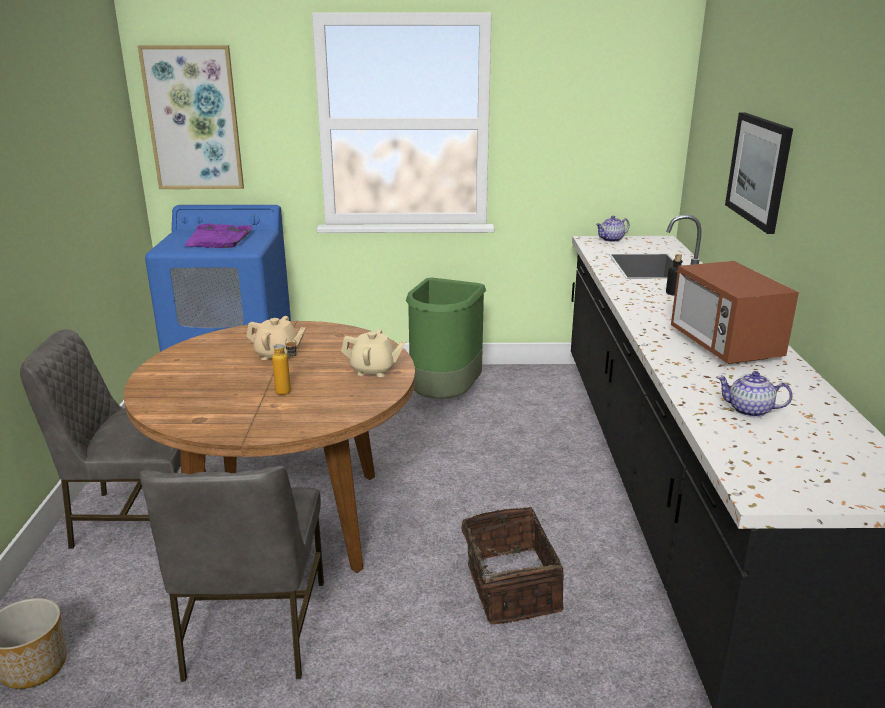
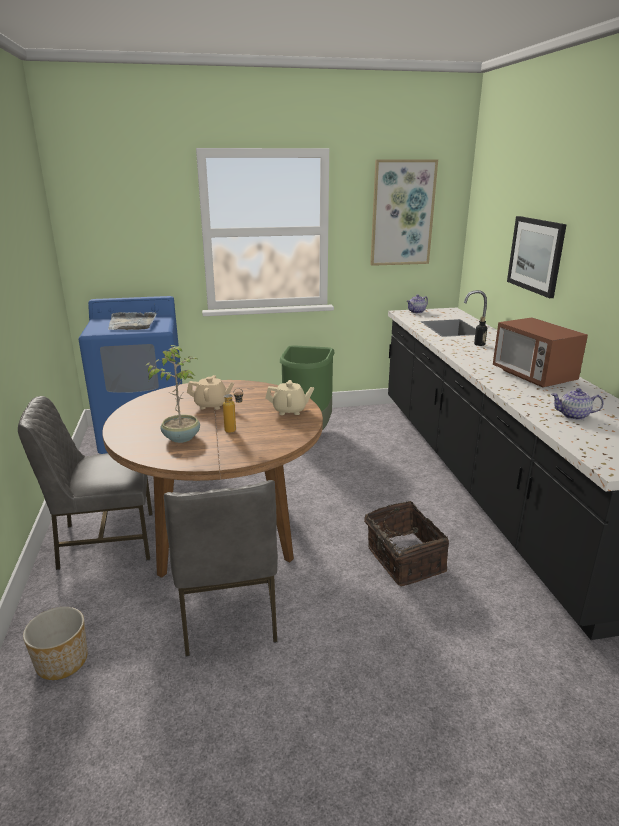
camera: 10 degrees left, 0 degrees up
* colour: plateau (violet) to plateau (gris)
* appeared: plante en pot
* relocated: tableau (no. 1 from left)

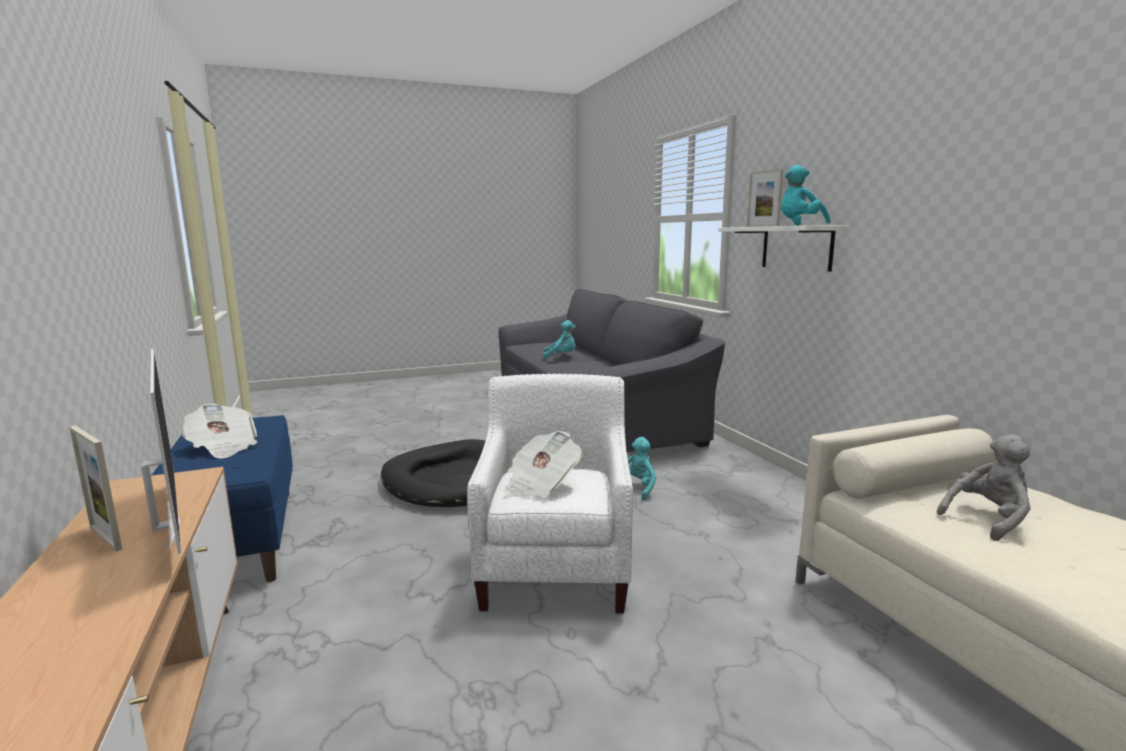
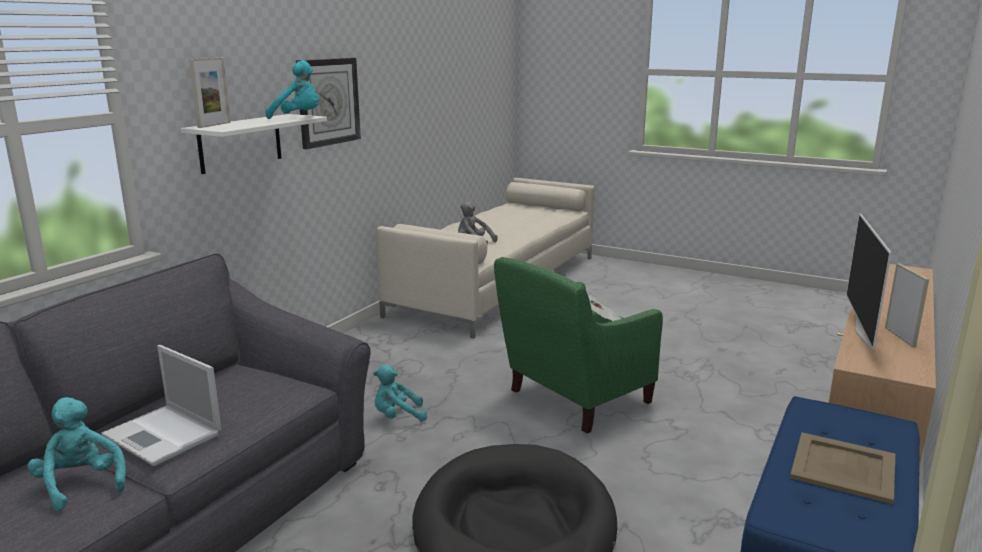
camera: 130 degrees left, 5 degrees up
* appeared: ordinateur portable
* appeared: horloge murale
* colour: fauteuil (blanc) to fauteuil (vert)
* exchanged: journal (no. 1 from left) to plateau (beige)

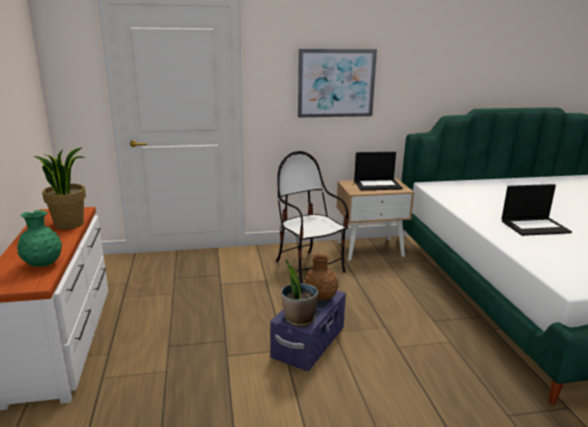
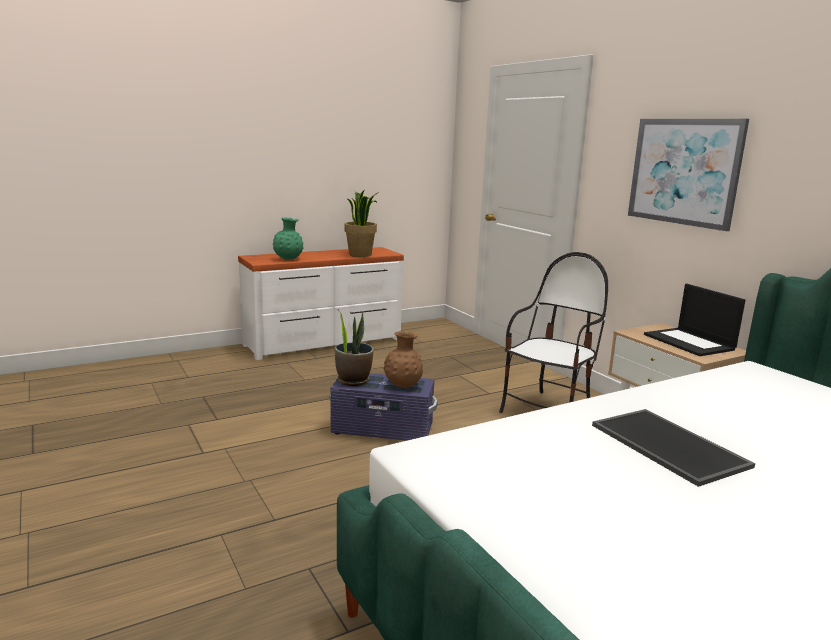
camera: 70 degrees right, 5 degrees down
* exchanged: ordinateur portable (no. 2 from left) to plateau

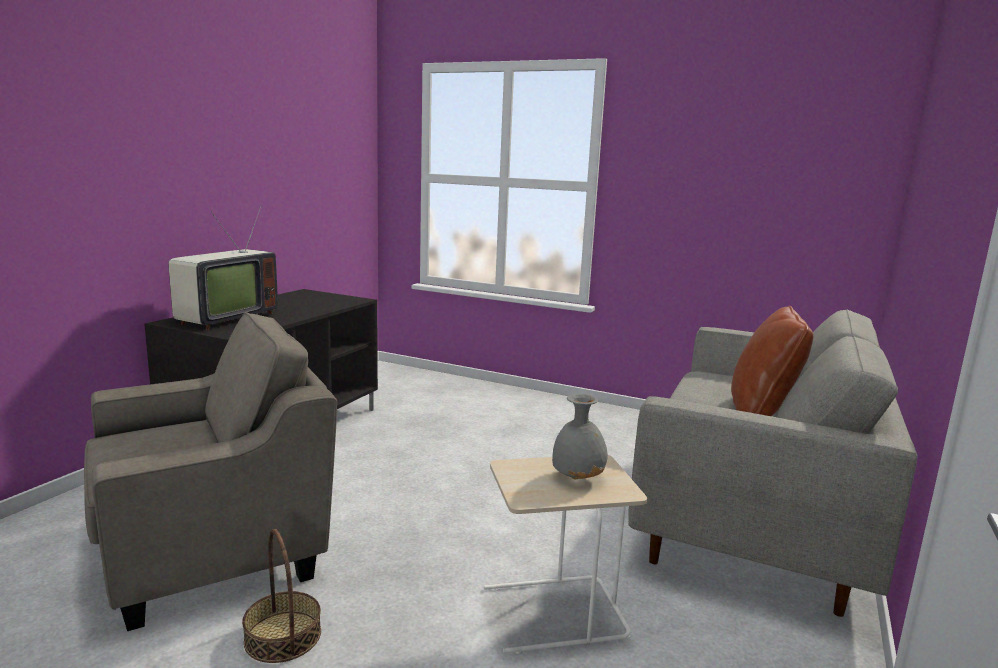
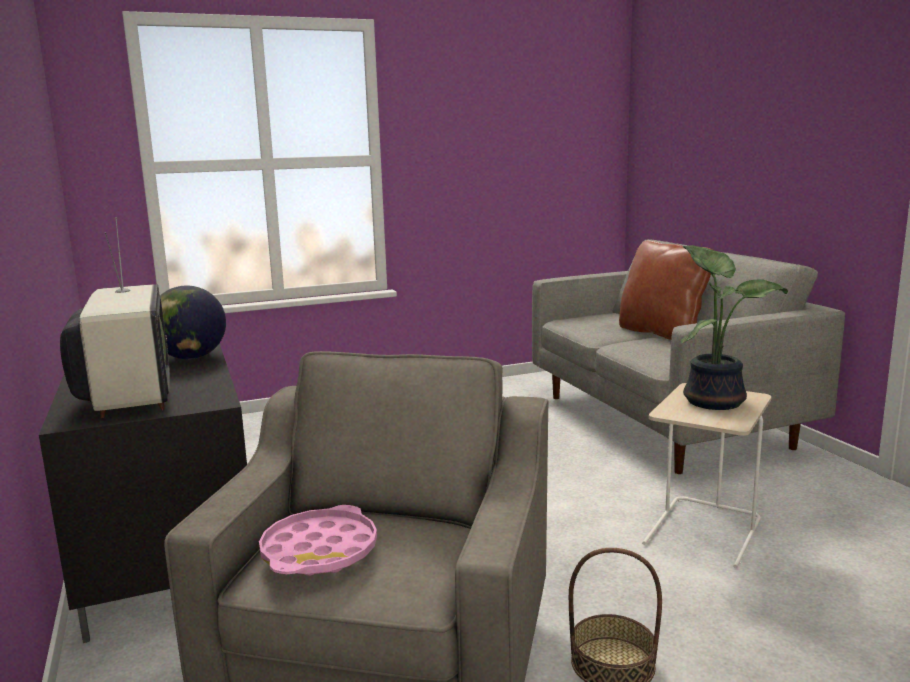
camera: 45 degrees left, 0 degrees up
* appeared: globe
* appeared: plateau (rose)
* exchanged: vase (gris) to plante en pot

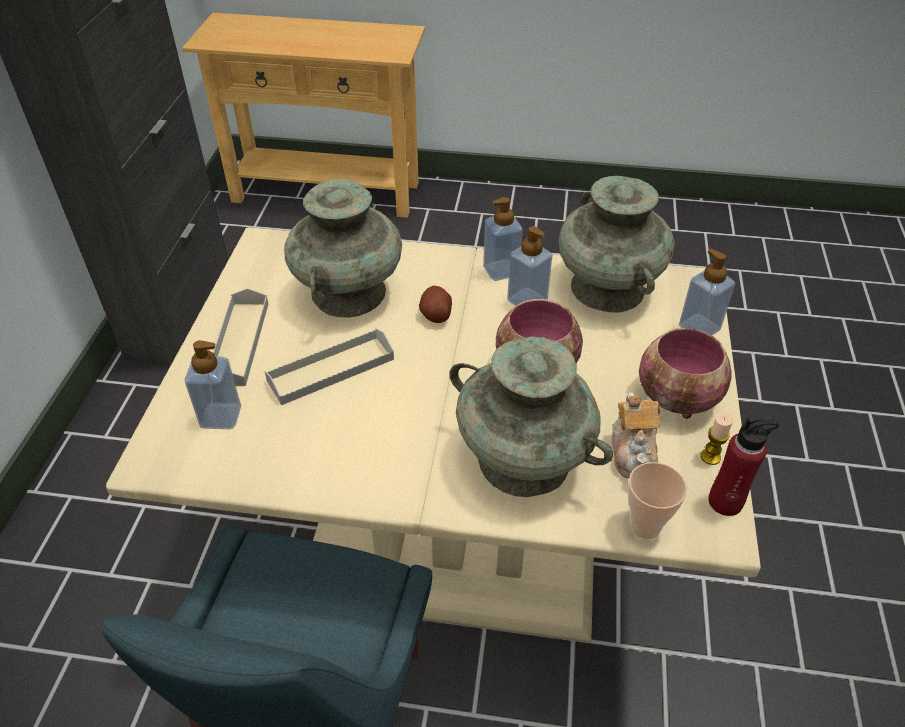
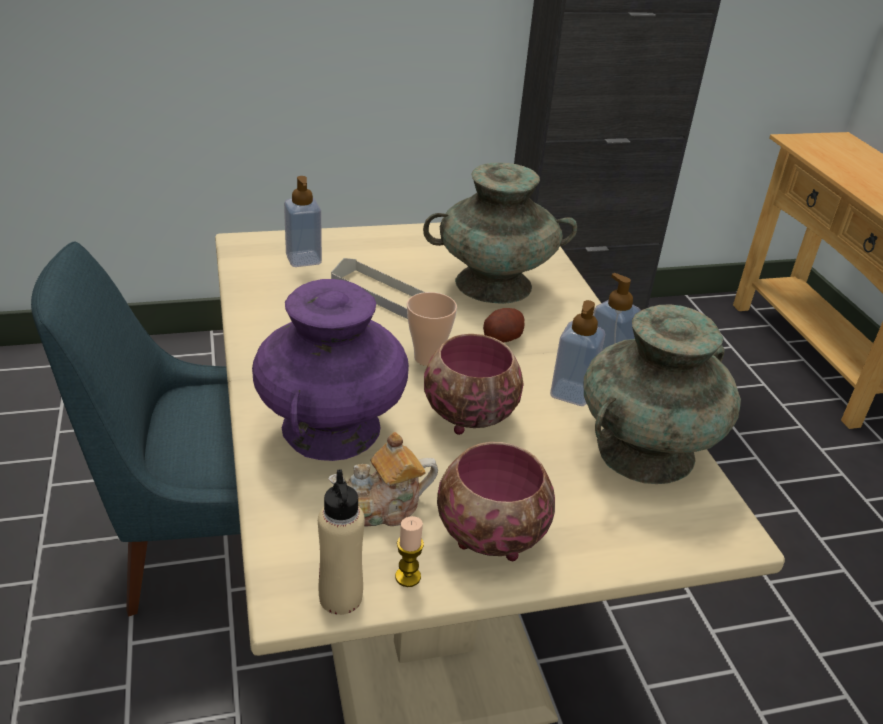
camera: 65 degrees right, 10 degrees down
* colour: vase (turquoise) (no. 2 from left) to vase (violet)
* colour: bouteille (rouge) to bouteille (beige)
* relocated: tasse
* missing: plateau (gris) (no. 1 from left)
* missing: distributeur de savon (no. 4 from left)

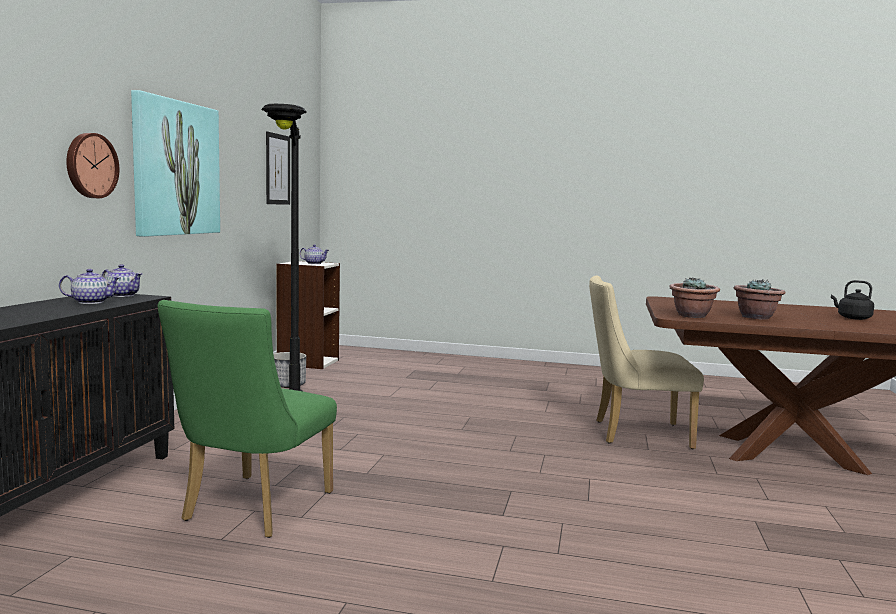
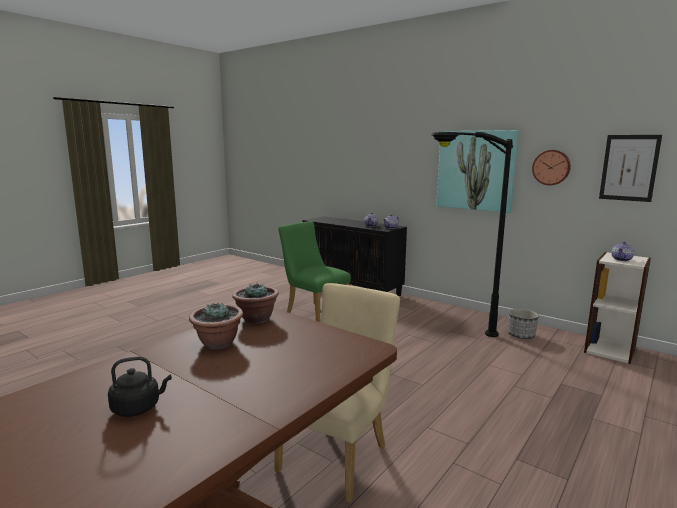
camera: 115 degrees right, 5 degrees up
* relocated: horloge murale

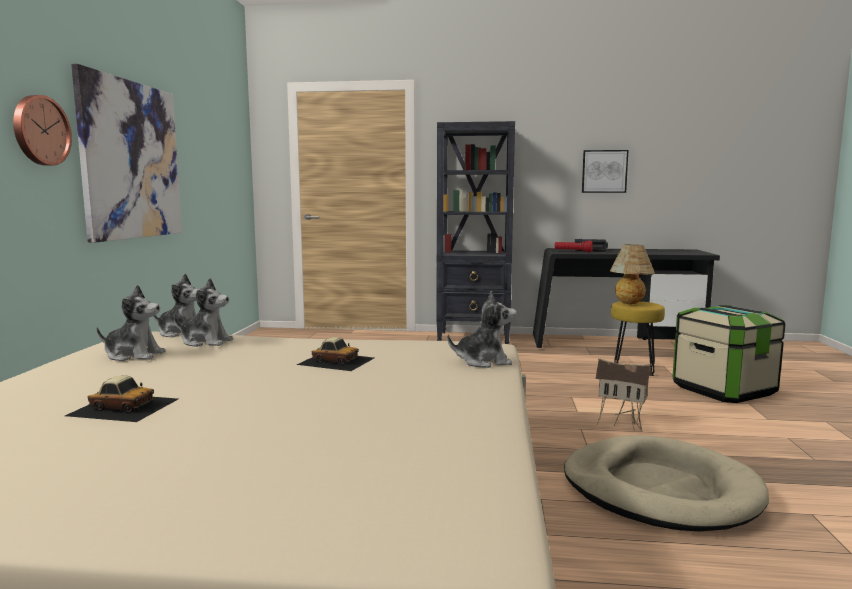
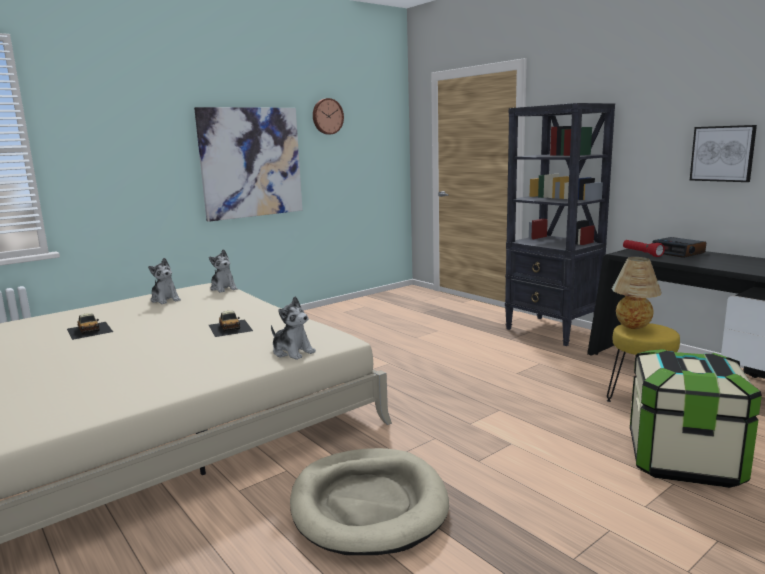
camera: 45 degrees right, 5 degrees up
* relocated: horloge murale
* missing: peluche (no. 3 from left)
* missing: maison miniature

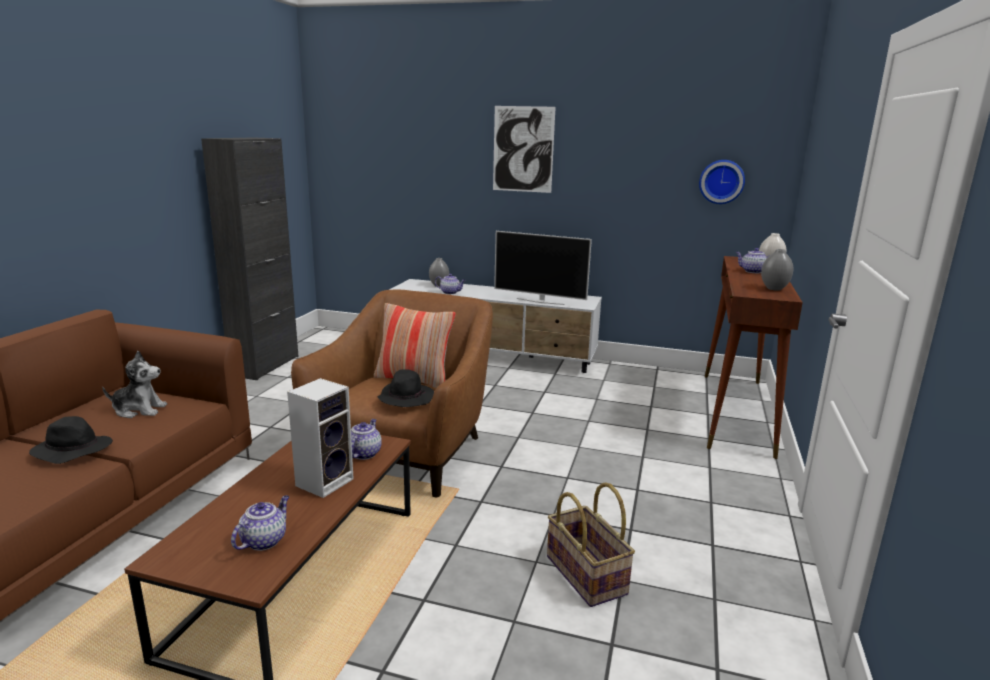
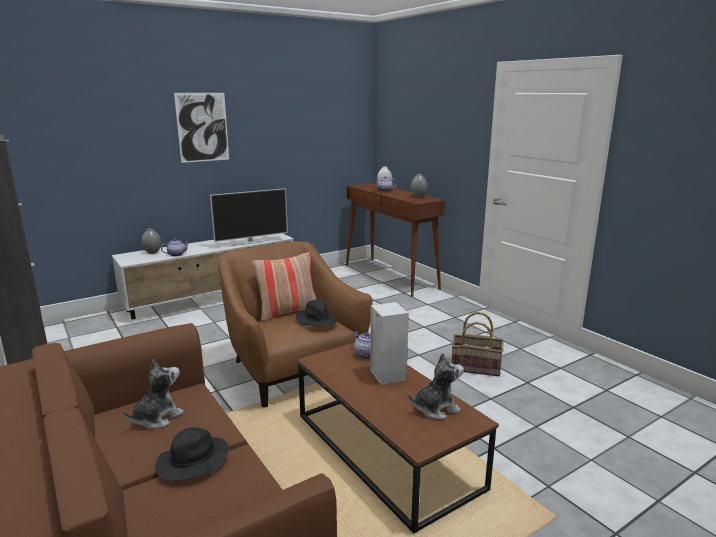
camera: 50 degrees left, 0 degrees up
* exchanged: théière (no. 1 from left) to peluche (no. 2 from left)
* missing: horloge murale

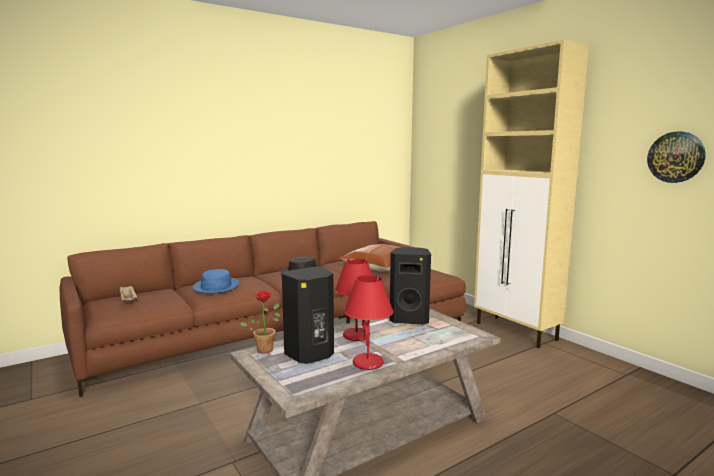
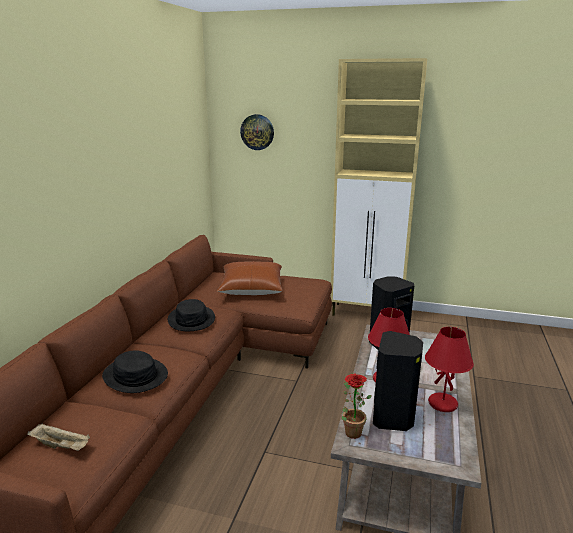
camera: 40 degrees left, 10 degrees up
* colour: chapeau (bleu) to chapeau (noir) (no. 1 from left)
* relocated: horloge murale

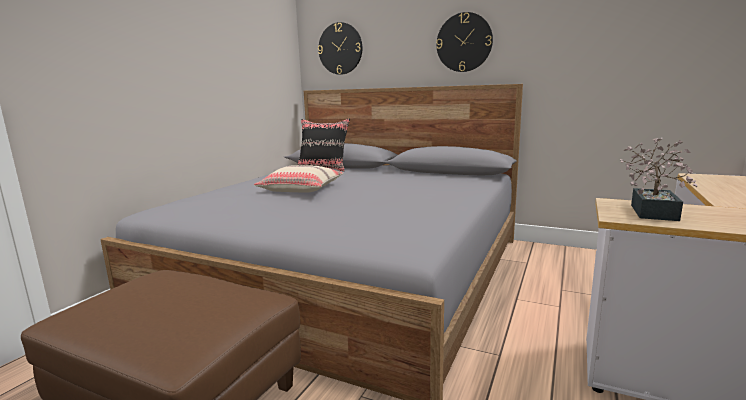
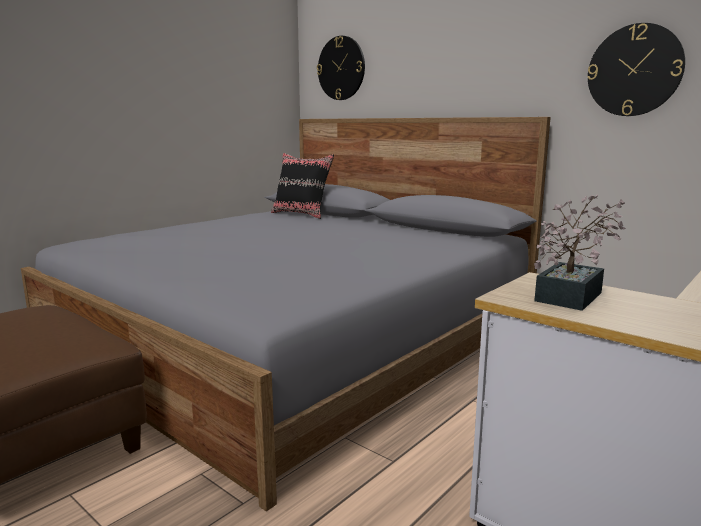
camera: 15 degrees right, 0 degrees up
* relocated: horloge murale (no. 2 from left)
* missing: coussin (beige)

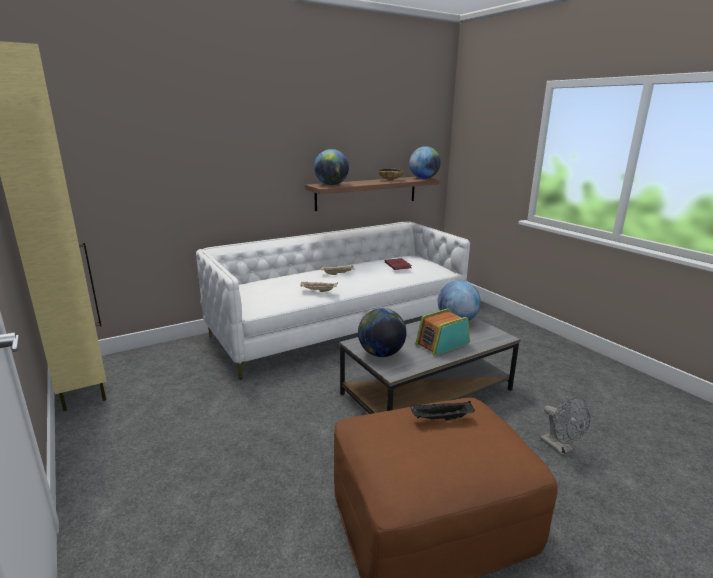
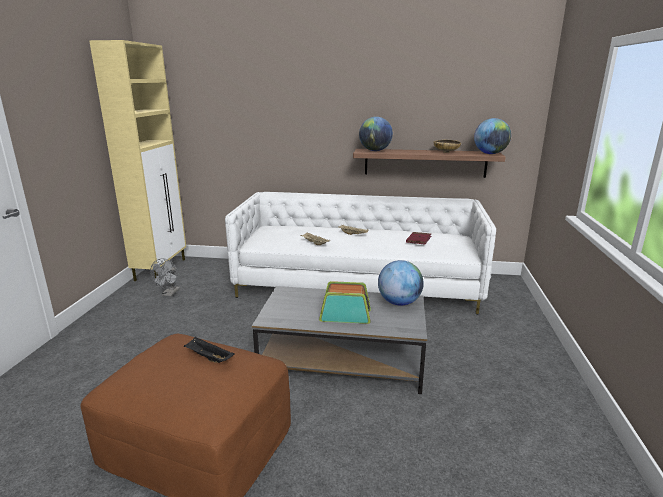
camera: 40 degrees right, 0 degrees up
* relocated: ventilateur (gris)
* missing: globe (no. 2 from left)

